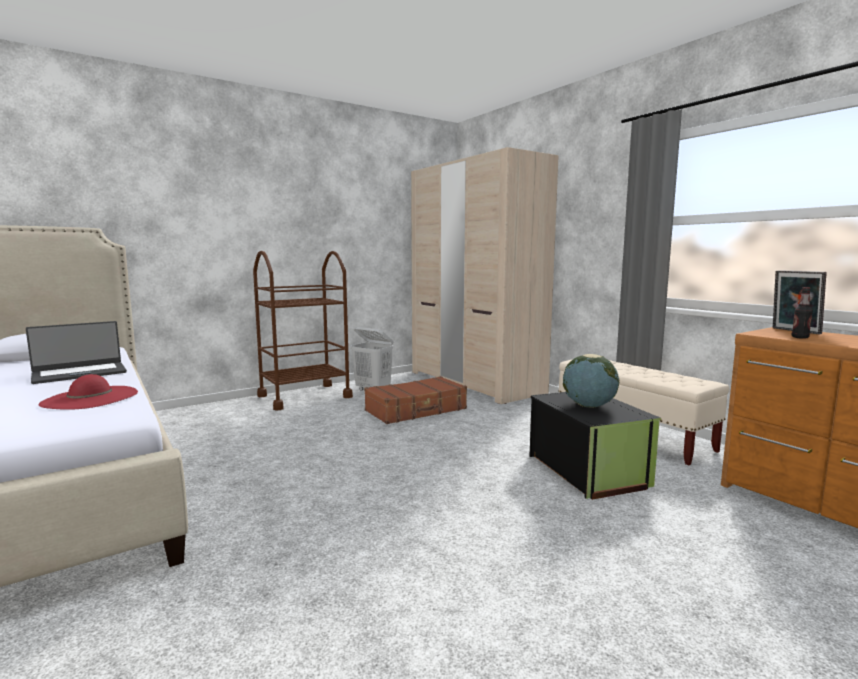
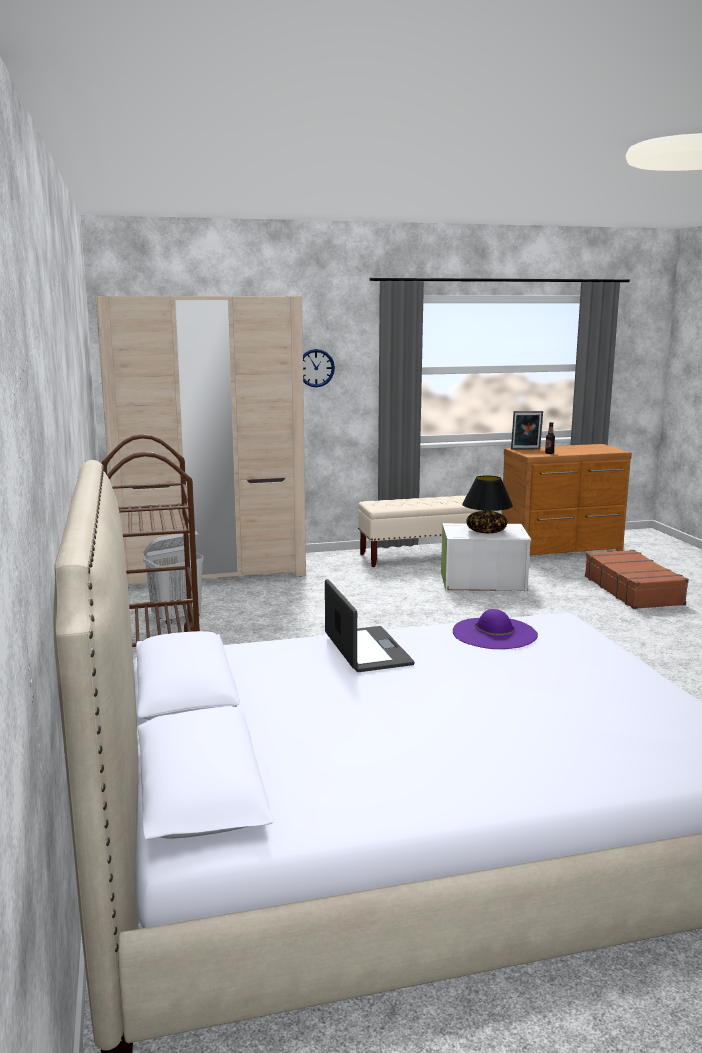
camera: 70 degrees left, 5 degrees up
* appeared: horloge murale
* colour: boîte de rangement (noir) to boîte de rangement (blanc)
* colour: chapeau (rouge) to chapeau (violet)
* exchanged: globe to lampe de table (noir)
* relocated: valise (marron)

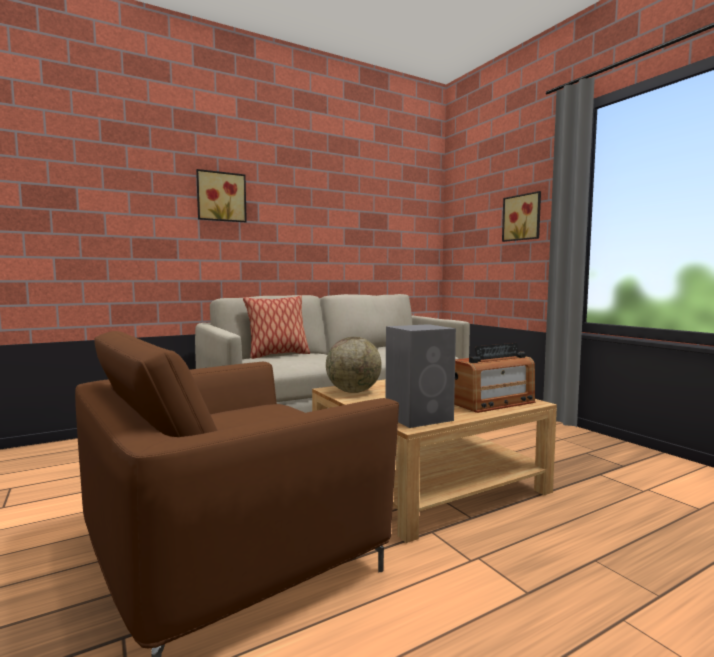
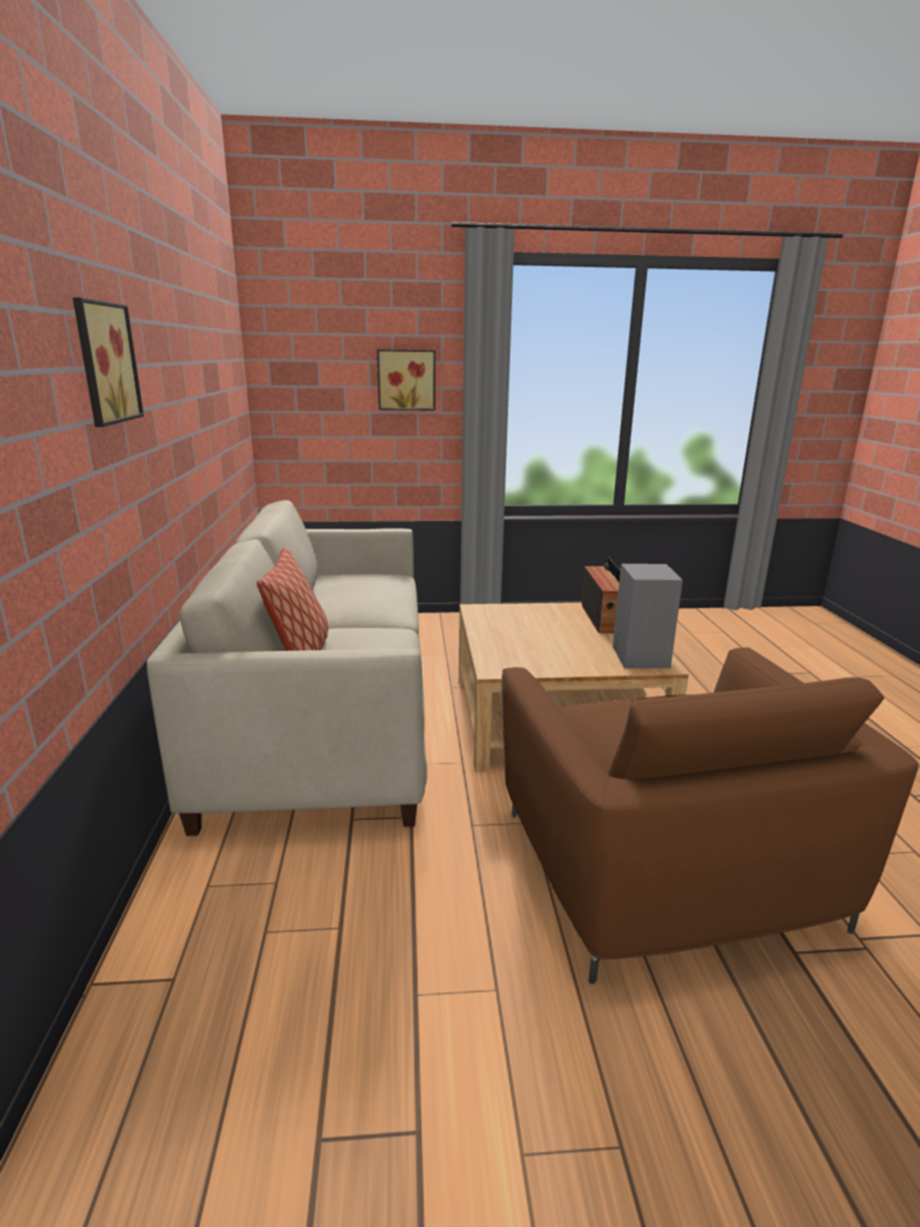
camera: 65 degrees left, 15 degrees up
* missing: globe

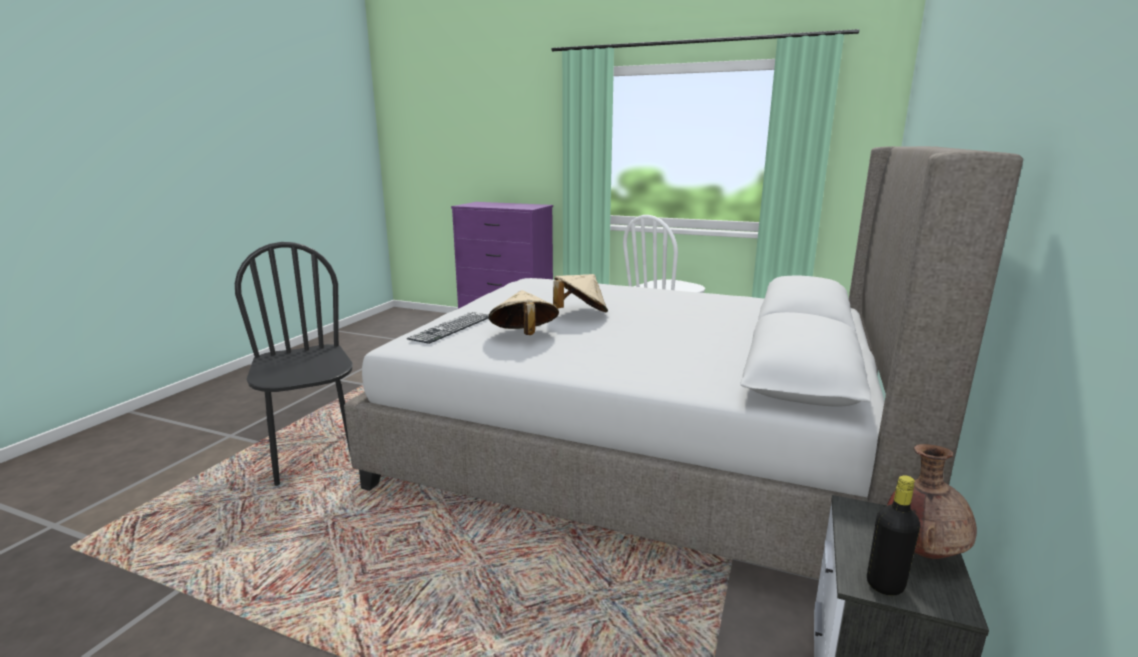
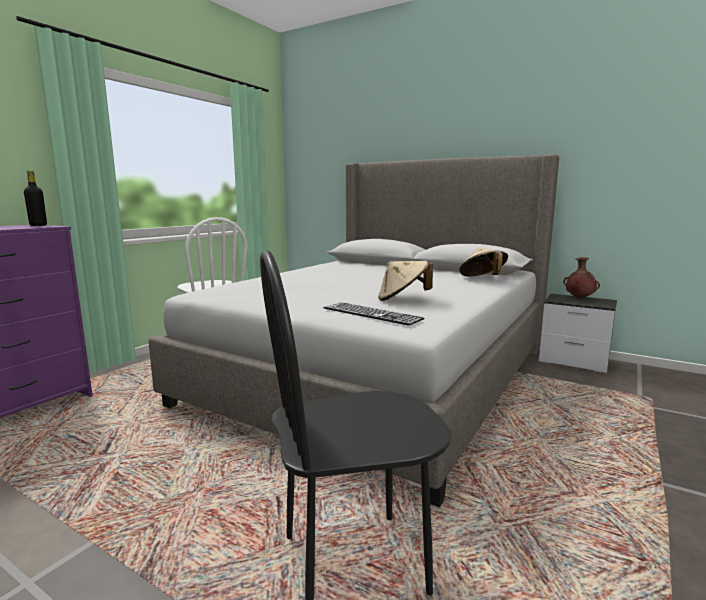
camera: 80 degrees left, 5 degrees down
* relocated: bouteille (noir)
* relocated: chapeau (beige) (no. 2 from left)

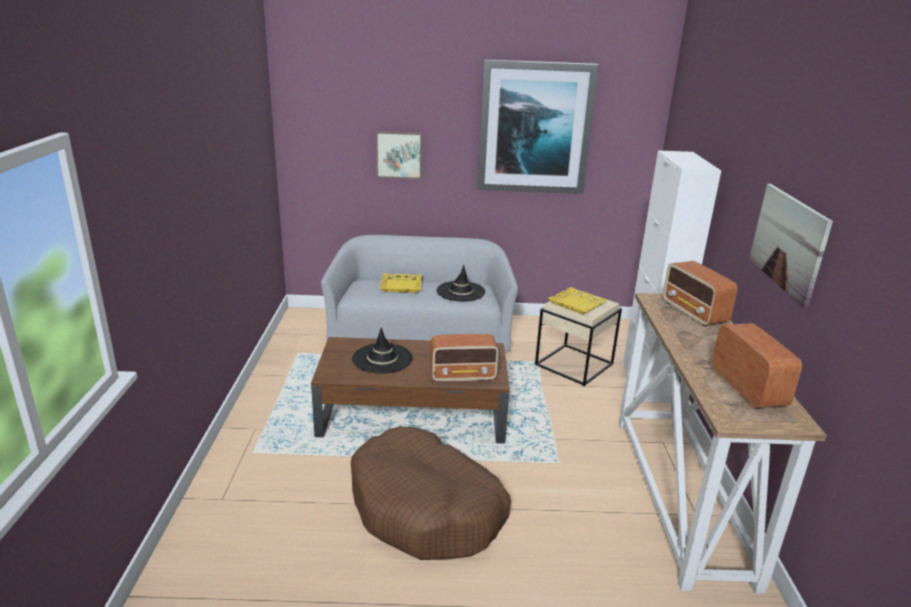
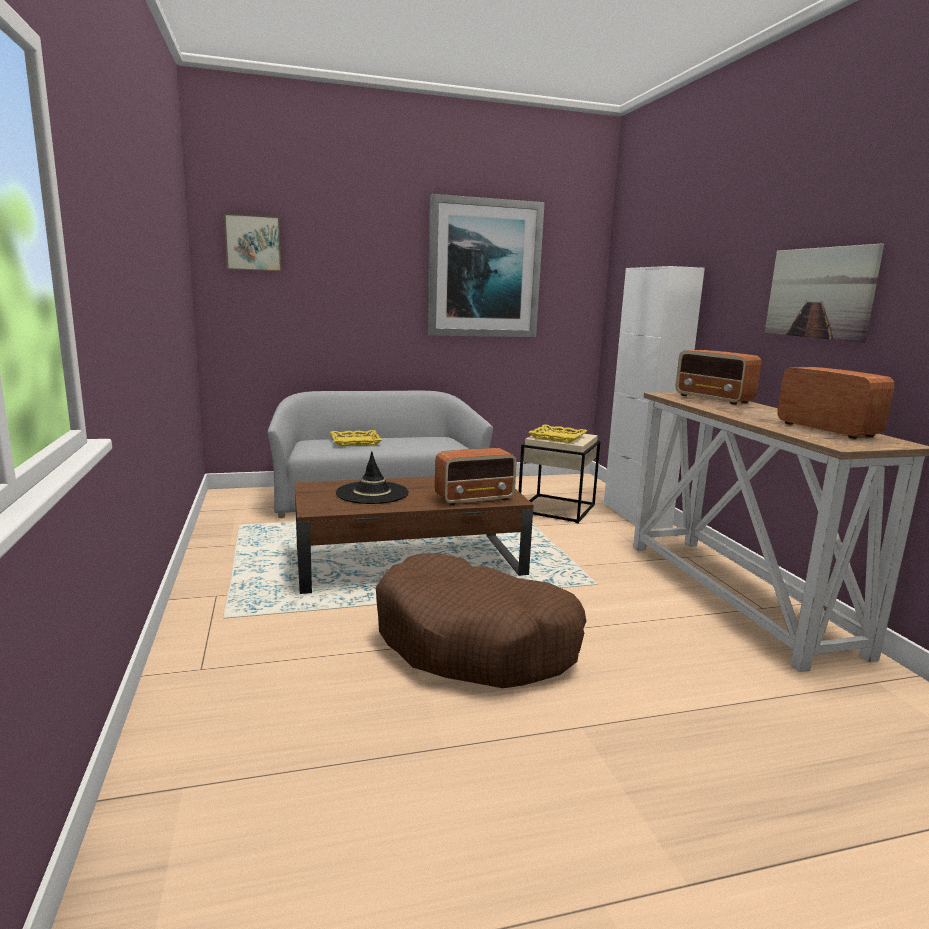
camera: 15 degrees left, 10 degrees down
* relocated: tableau (no. 1 from left)
* missing: chapeau (noir) (no. 2 from left)

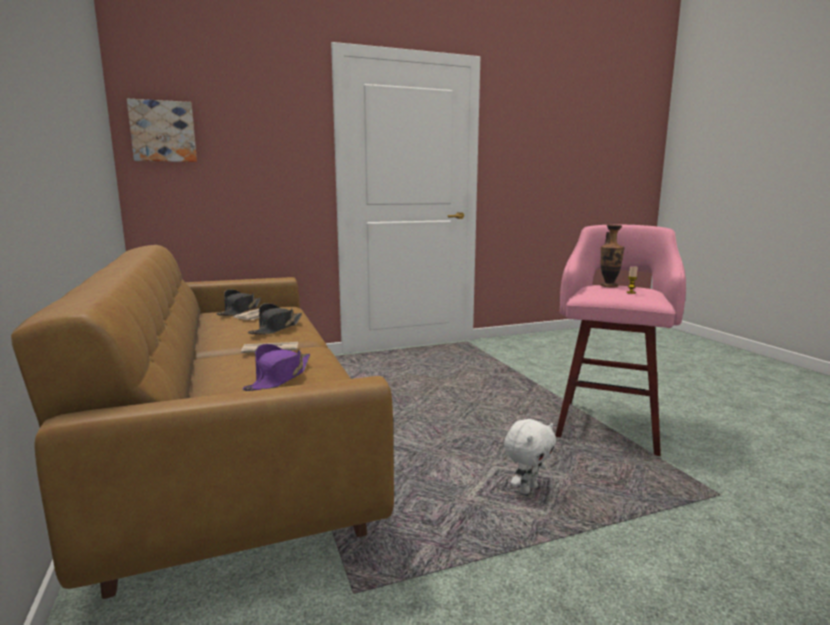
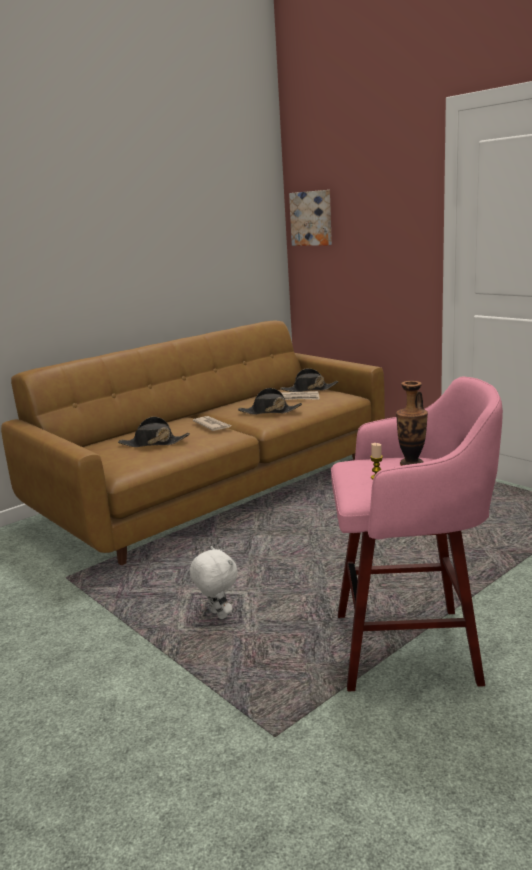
camera: 70 degrees right, 5 degrees up
* colour: chapeau (violet) to chapeau (noir) (no. 1 from left)
* spun: peluche (blanc) 150 degrees counterclockwise

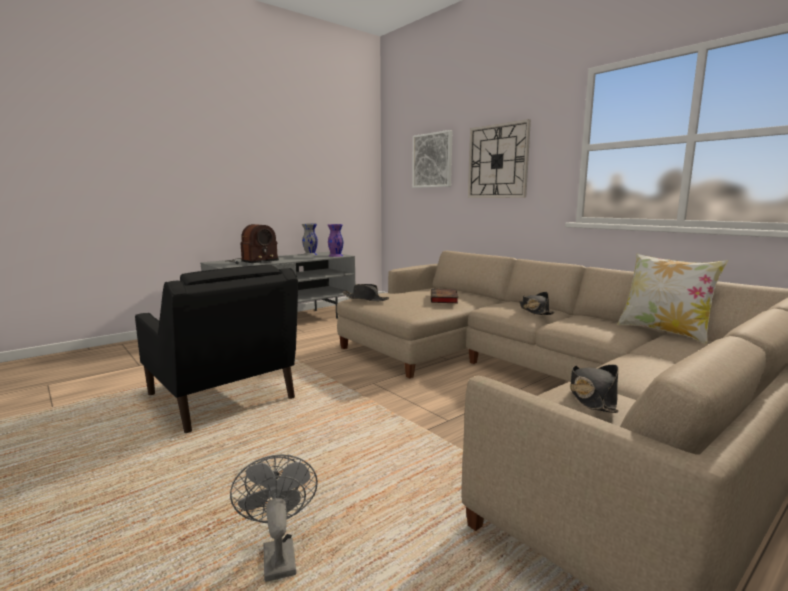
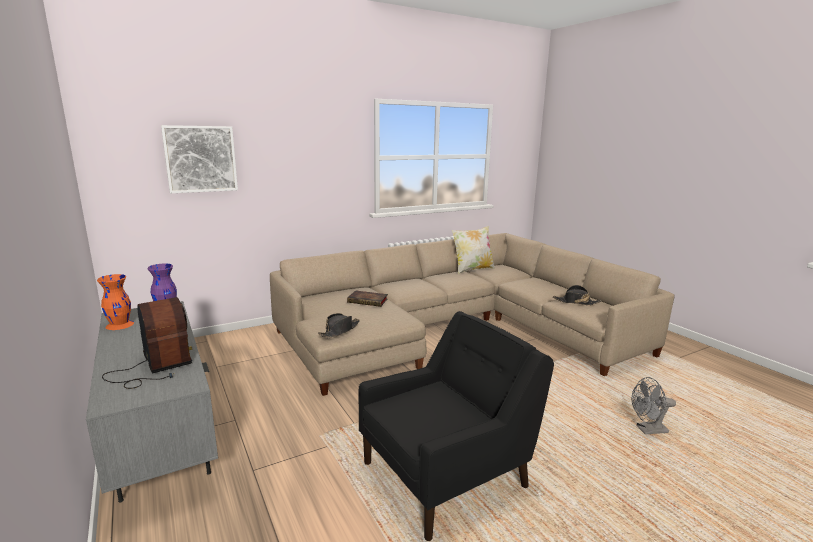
camera: 80 degrees left, 5 degrees up
* colour: vase (gris) to vase (orange)
* missing: horloge murale
* missing: chapeau (noir) (no. 2 from left)

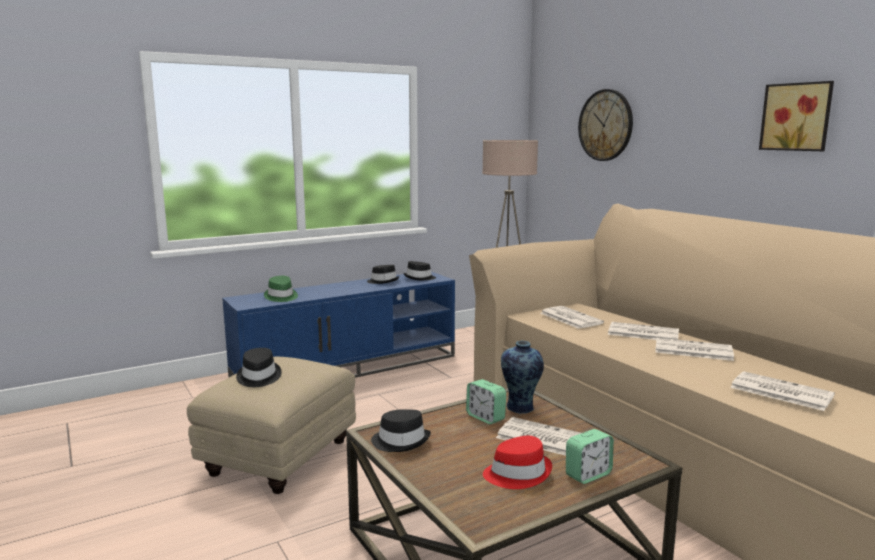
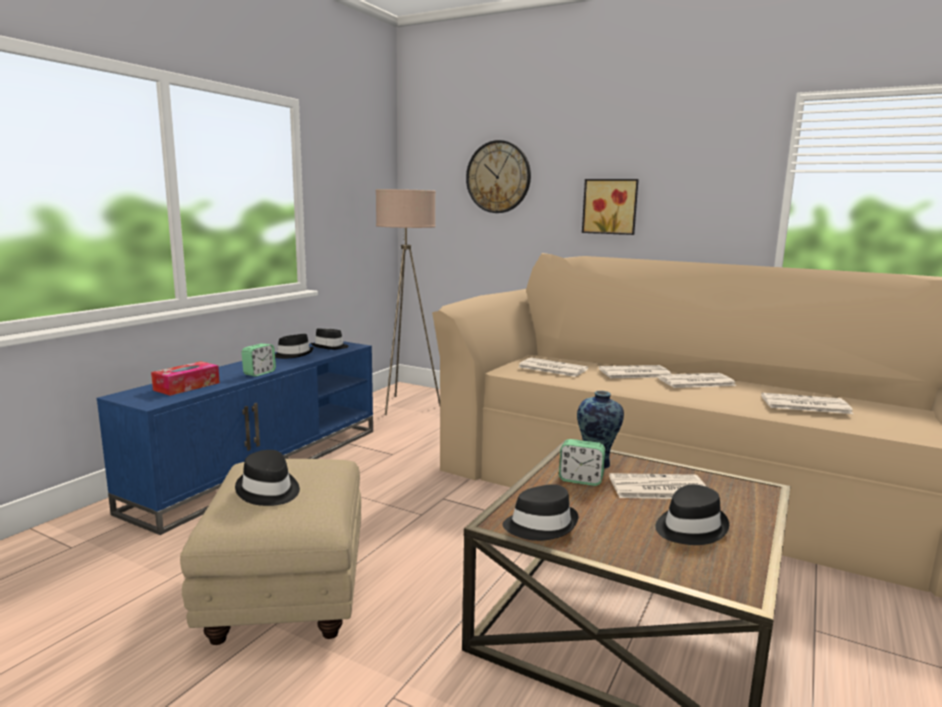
camera: 30 degrees left, 0 degrees up
* exchanged: chapeau (vert) to boîte à mouchoirs
* relocated: réveil (no. 2 from left in the first image) to réveil (no. 1 from left)
* relocated: tableau
* colour: chapeau (rouge) to chapeau (noir) (no. 5 from left)

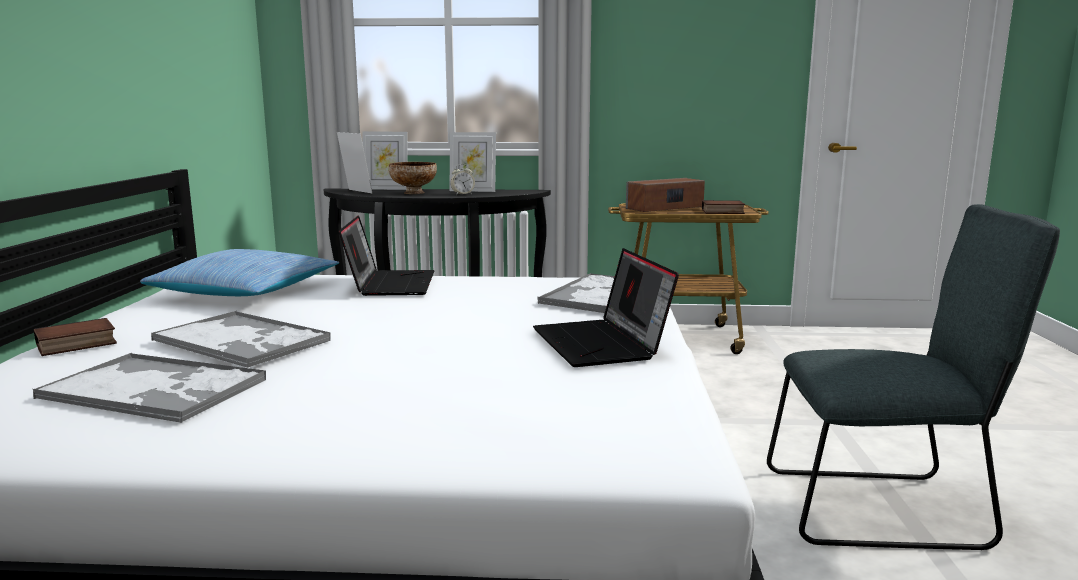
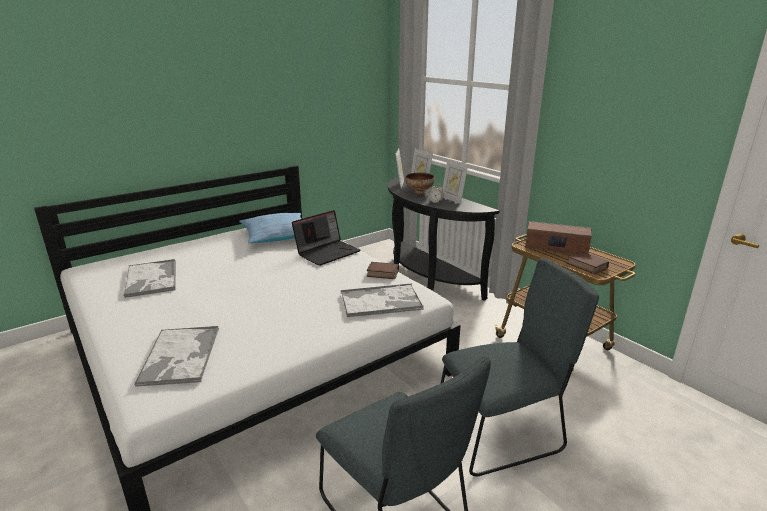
camera: 50 degrees right, 10 degrees up
* relocated: plateau (no. 2 from left)
* relocated: livre (no. 1 from left)
* appeared: chaise (gris) (no. 2 from left)
* missing: ordinateur portable (no. 2 from left)

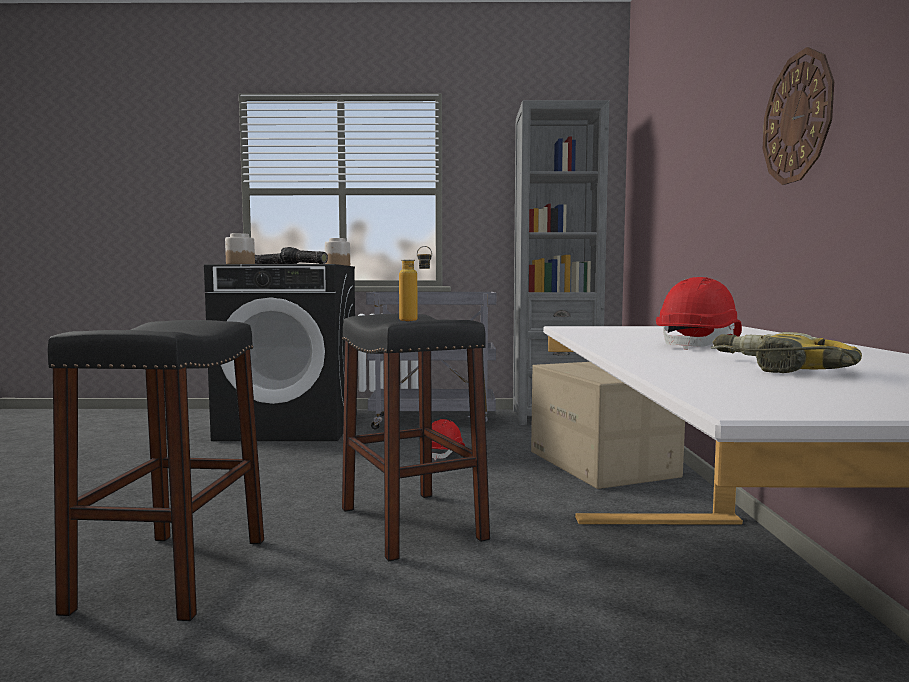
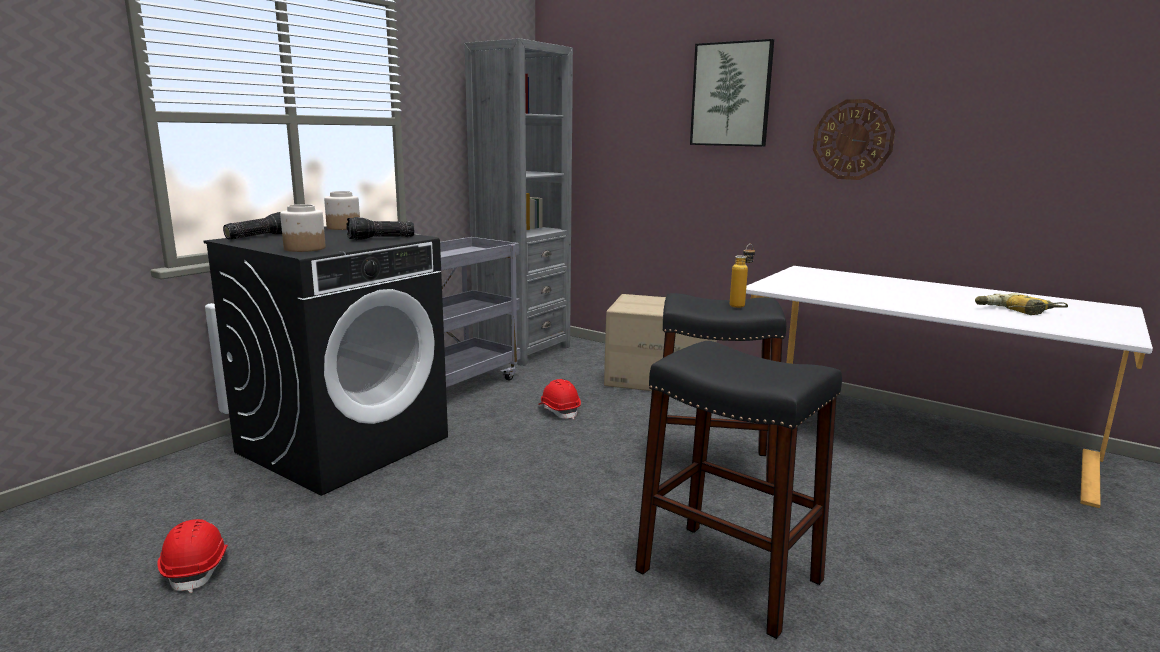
camera: 55 degrees left, 10 degrees up
* relocated: casque de chantier (rouge) (no. 2 from left in the first image) to casque de chantier (rouge) (no. 1 from left)
* appeared: tableau

